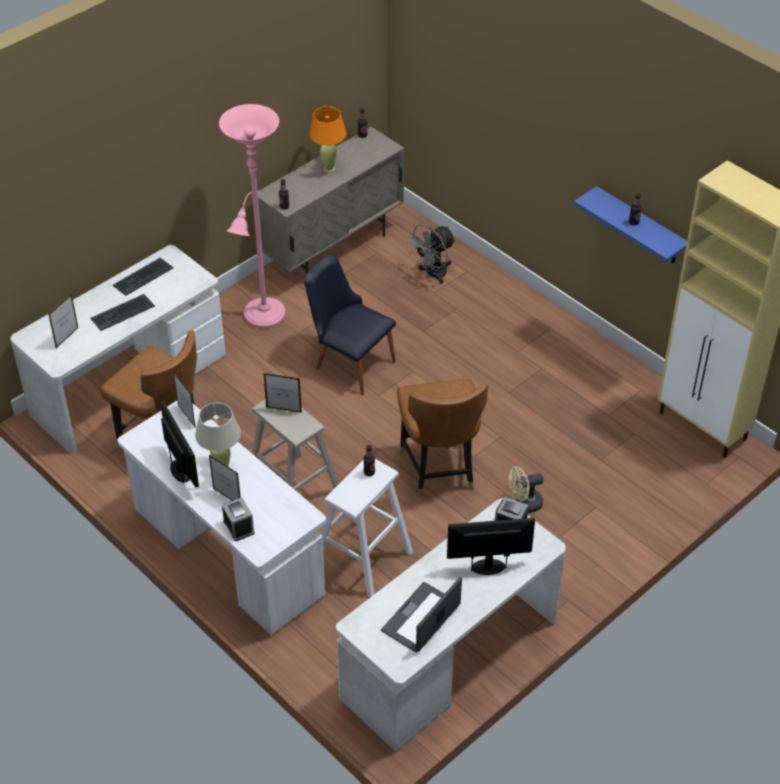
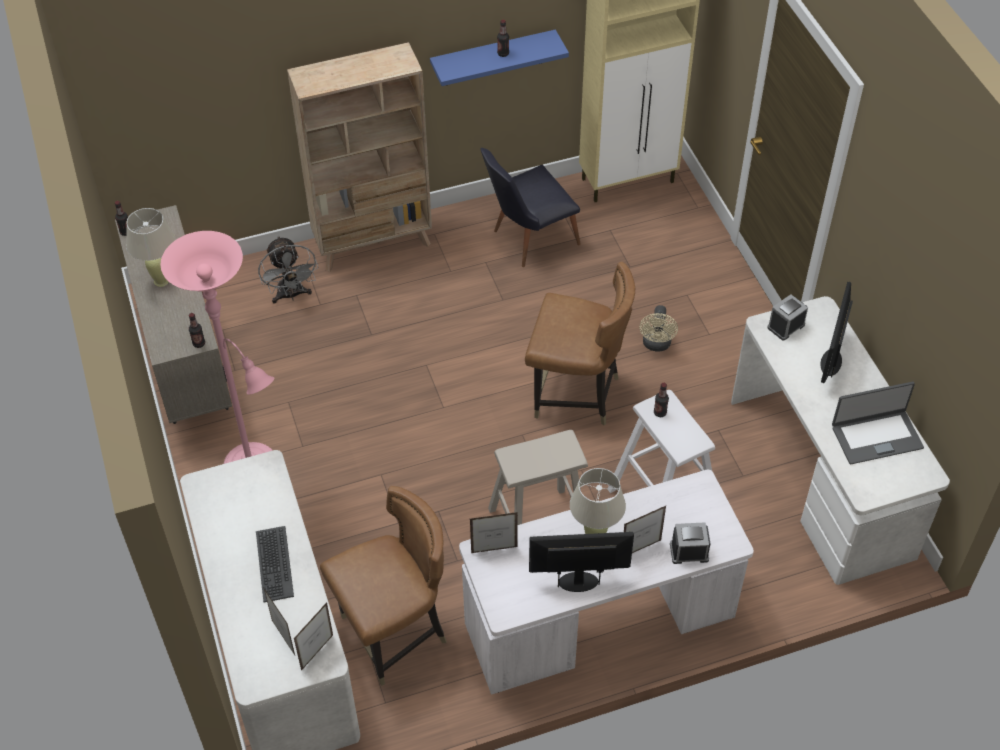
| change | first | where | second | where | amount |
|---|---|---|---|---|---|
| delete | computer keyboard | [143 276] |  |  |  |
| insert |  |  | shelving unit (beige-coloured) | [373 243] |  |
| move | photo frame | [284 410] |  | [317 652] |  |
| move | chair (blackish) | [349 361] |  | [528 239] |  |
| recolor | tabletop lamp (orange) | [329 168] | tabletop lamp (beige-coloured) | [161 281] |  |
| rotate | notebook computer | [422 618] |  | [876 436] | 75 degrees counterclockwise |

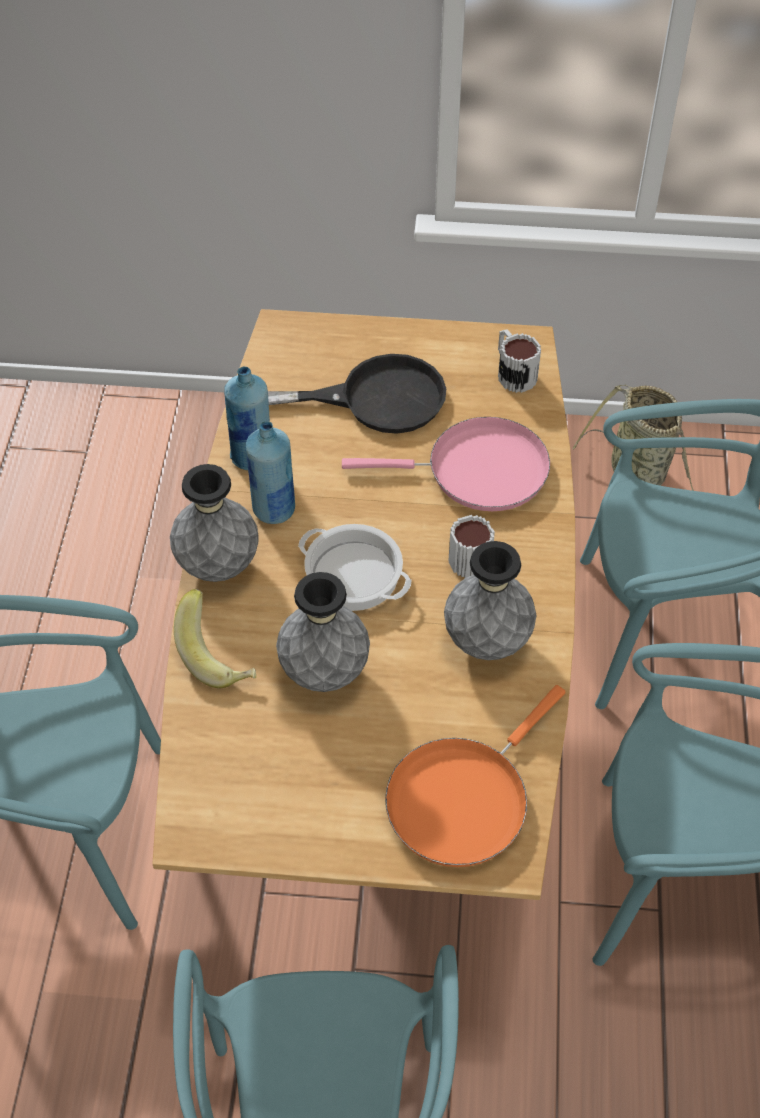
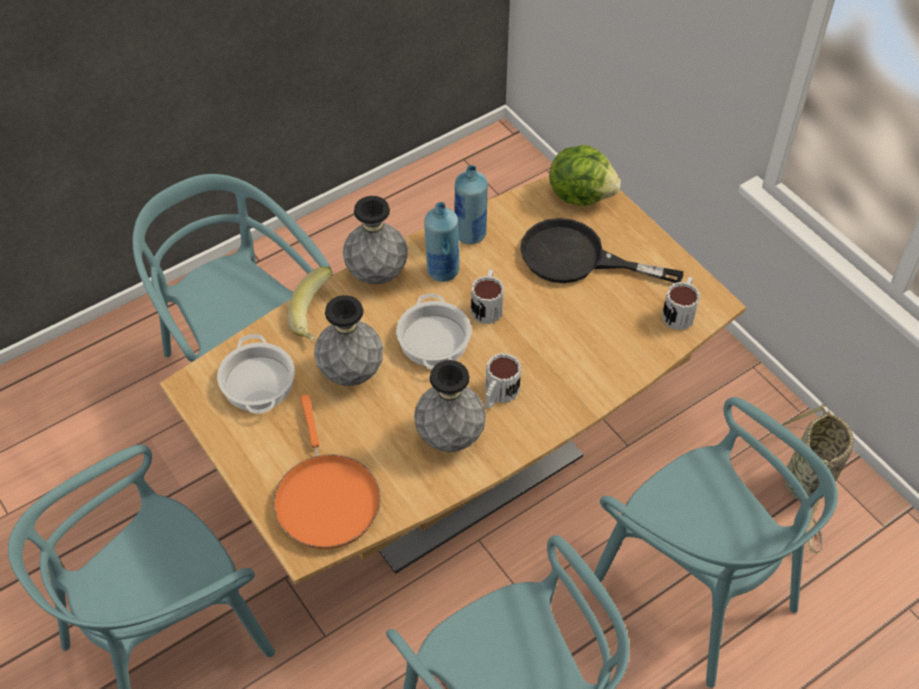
| change | first | where | second | where | amount |
|---|---|---|---|---|---|
| delete | skillet (pink) | [478 470] |  |  |  |
| insert |  |  | stockpot | [259 383] |  |
| insert |  |  | coffee mug | [487 305] |  |
| insert |  |  | lettuce head | [581 194] |  |
| rotate | skillet (blackish) | [373 399] |  | [577 258] | 150 degrees clockwise |
| rotate | skillet (orange) | [463 798] |  | [326 498] | 105 degrees counterclockwise |

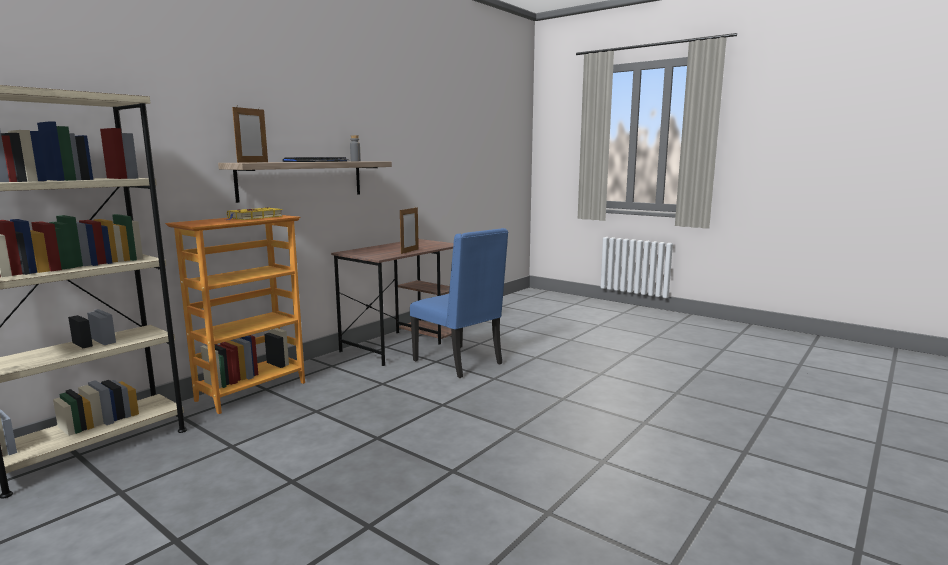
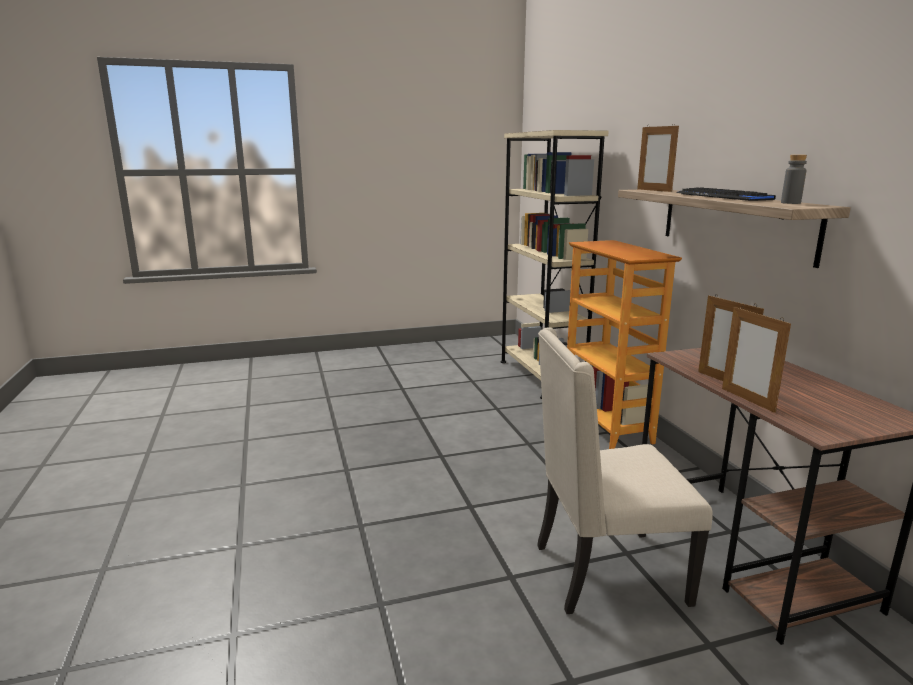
| change | first | where | second | where | amount |
|---|---|---|---|---|---|
| delete | book (yellowish) | [254 217] |  |  |  |
| insert |  |  | photo frame | [747 400] |  |
| recolor | chair (blue) | [460 362] | chair (beige-coloured) | [605 573] |  |

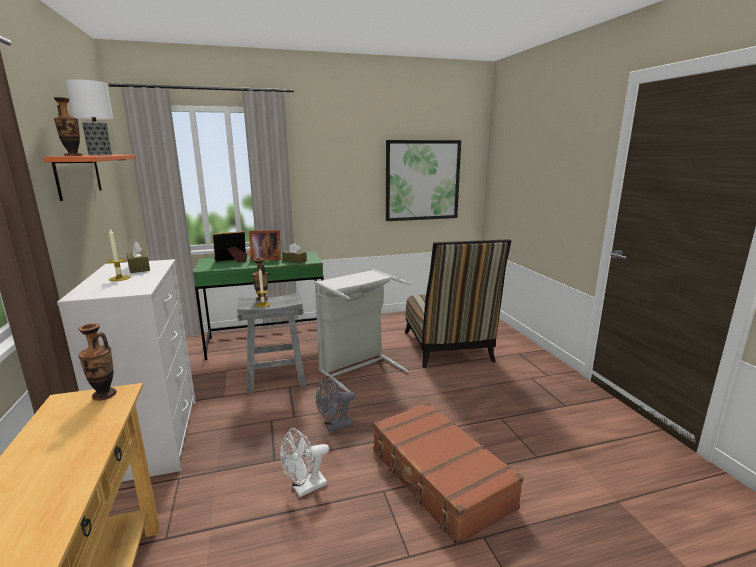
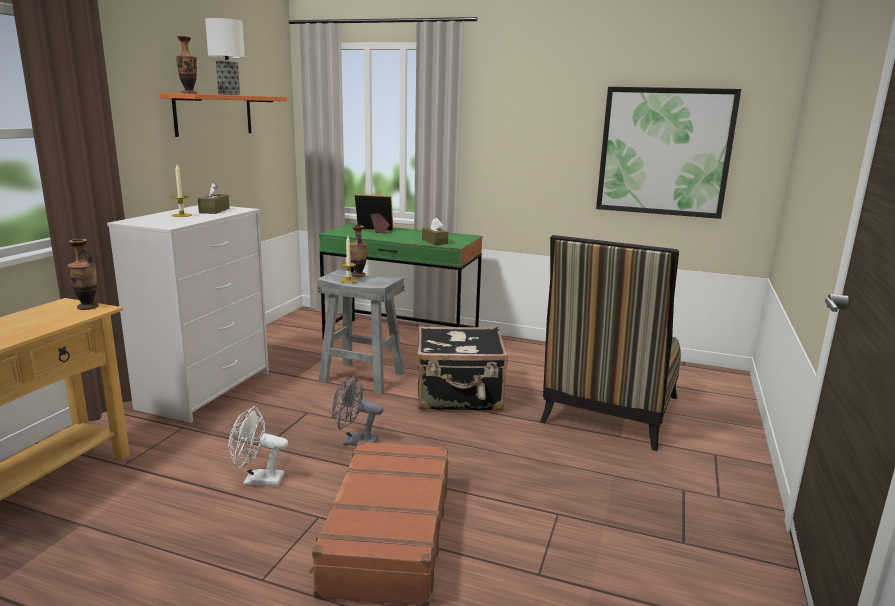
| change | first | where | second | where | amount |
|---|---|---|---|---|---|
| delete | photo frame | [265 259] |  |  |  |
| replace | laundry basket (greyish) | [358 368] | piece of luggage (blackish) | [459 396] |  |

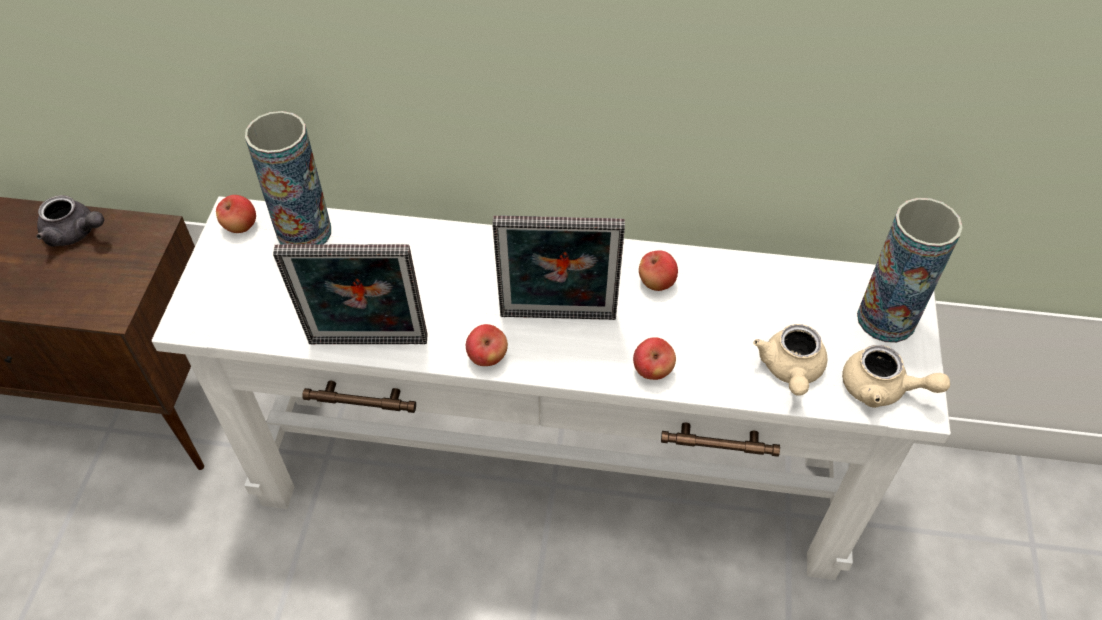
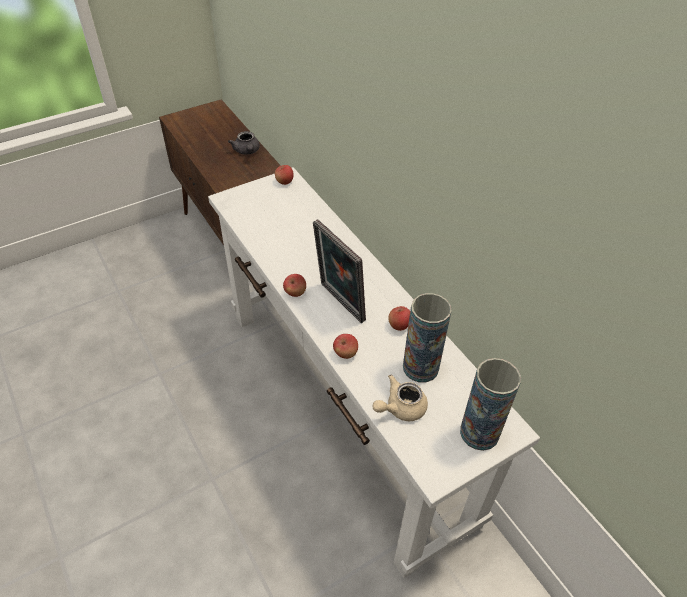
| change | first | where | second | where | amount |
|---|---|---|---|---|---|
| delete | photo frame | [367 346] |  |  |  |
| delete | tea pot (beige-coloured) | [882 389] |  |  |  |
| move | vase | [304 232] |  | [420 367] |  |

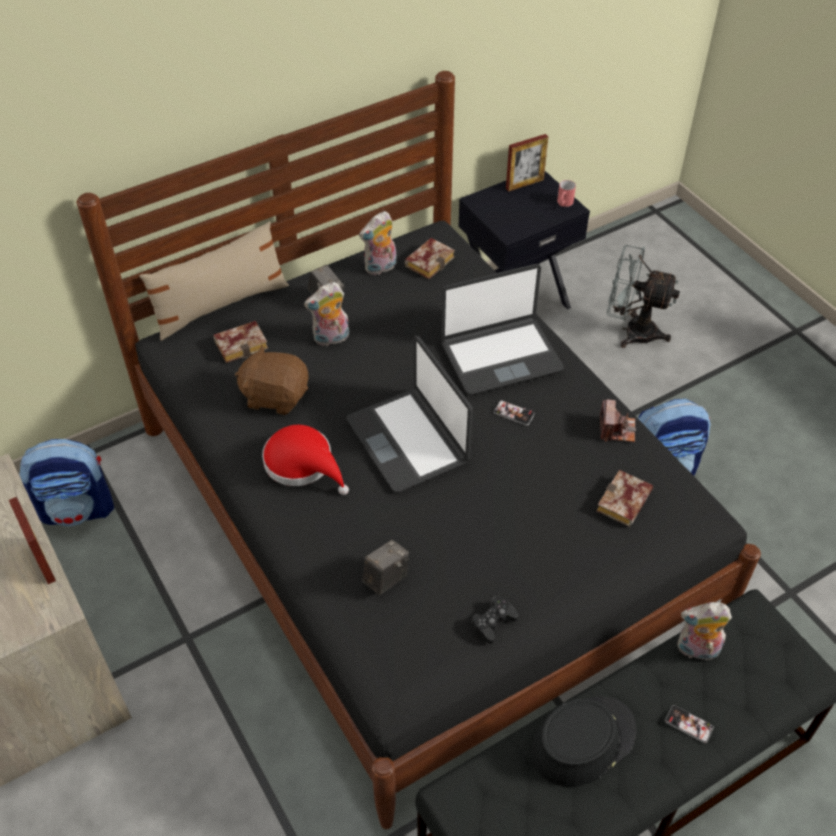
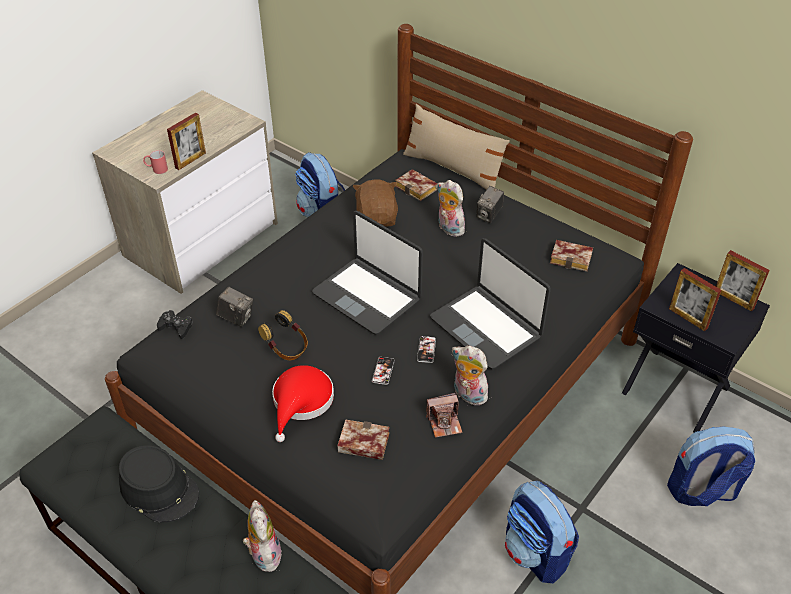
| change | first | where | second | where | amount |
|---|---|---|---|---|---|
| insert |  |  | headphones | [287 348] |  |
| insert |  |  | photo frame | [688 318] |  |
| move | clothing hat (red-coloured) | [303 464] |  | [301 402] |  |
| move | cuddly toy | [380 268] |  | [467 395] |  |
| move | joypad (blackish) | [494 622] |  | [176 327] |  |
| move | coffee mug (red-coloured) | [563 204] |  | [156 169] |  |
| move | handset | [688 724] |  | [383 371] |  |
| replace | electric fan (greyish) | [631 331] | backpack | [701 491] |  |
| rotate | notebook computer | [409 440] |  | [367 296] | 90 degrees counterclockwise |

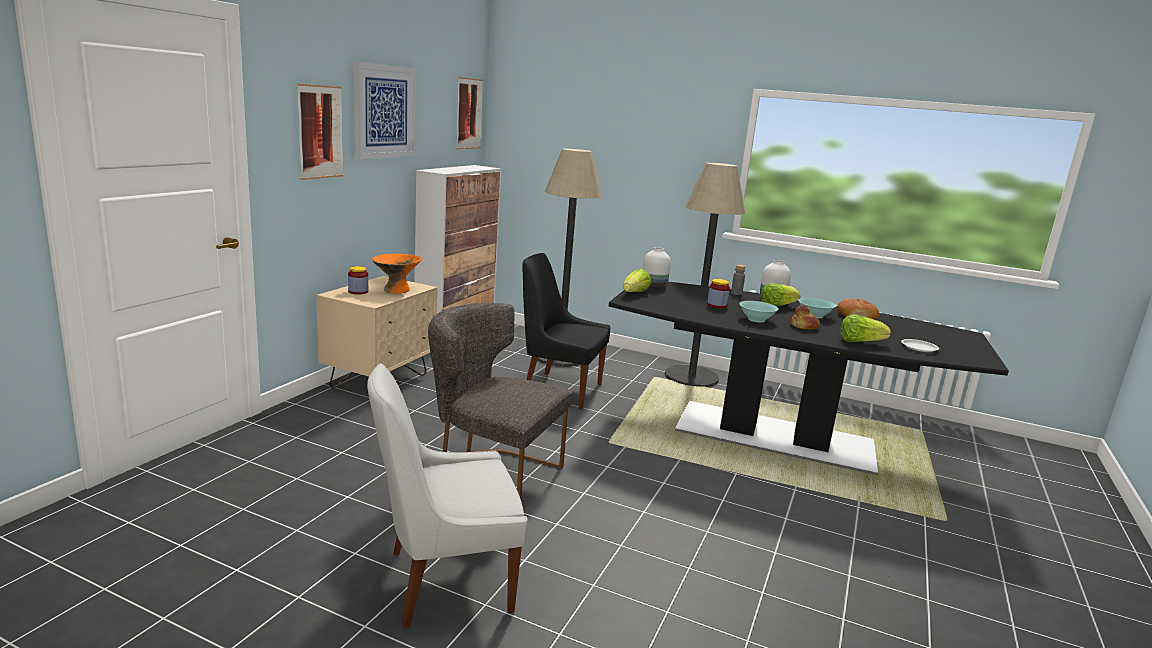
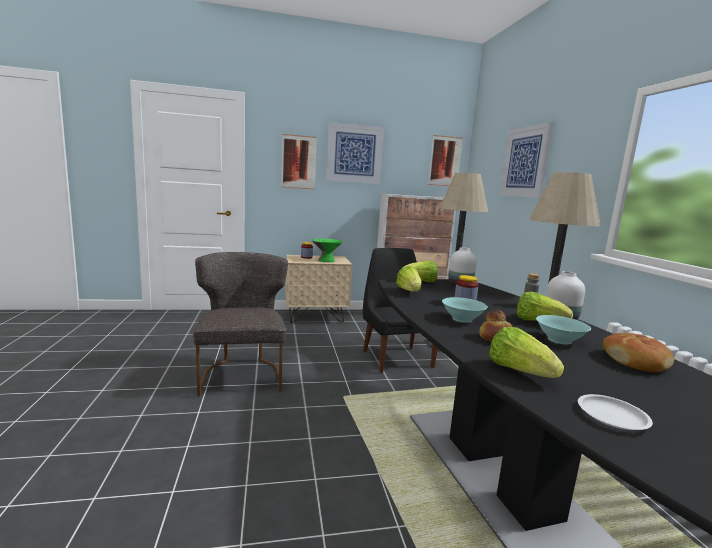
| change | first | where | second | where | amount |
|---|---|---|---|---|---|
| delete | chair (white) | [444 581] |  |  |  |
| insert |  |  | lettuce head | [409 291] |  |
| insert |  |  | wall picture | [525 162] |  |
| recolor | serving bowl (orange) | [397 290] | serving bowl (greenish) | [326 260] |  |

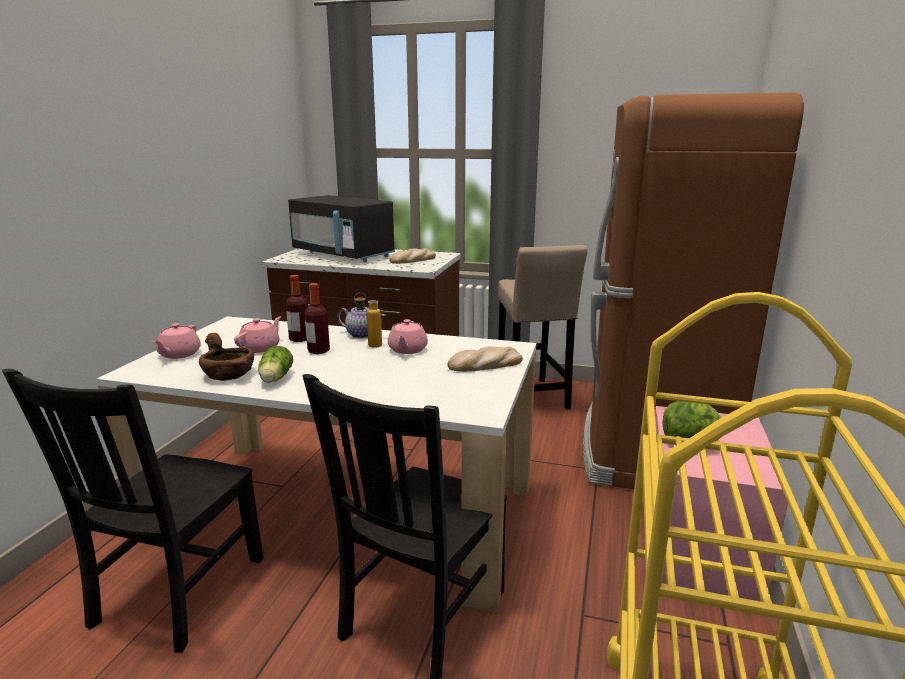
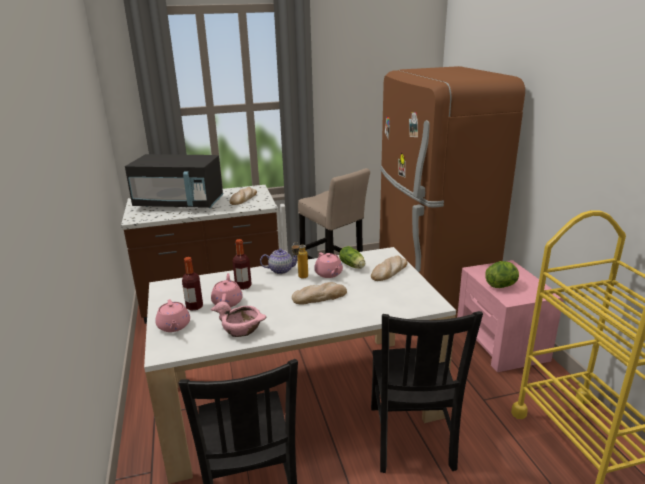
| change | first | where | second | where | amount |
|---|---|---|---|---|---|
| insert |  |  | bread | [319 296] |  |
| move | lettuce head | [275 379] |  | [353 266] |  |
| move | drink bottle | [318 351] |  | [194 306] |  |
| recolor | serving bowl (brown) | [228 374] | serving bowl (pink) | [242 329] |  |

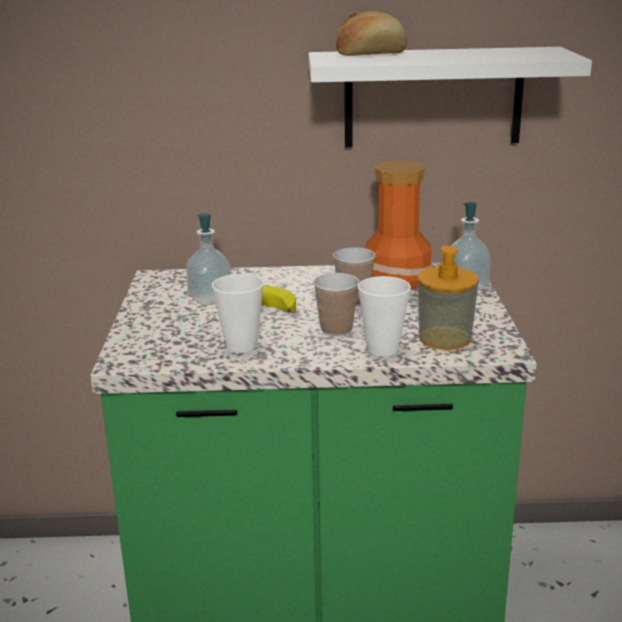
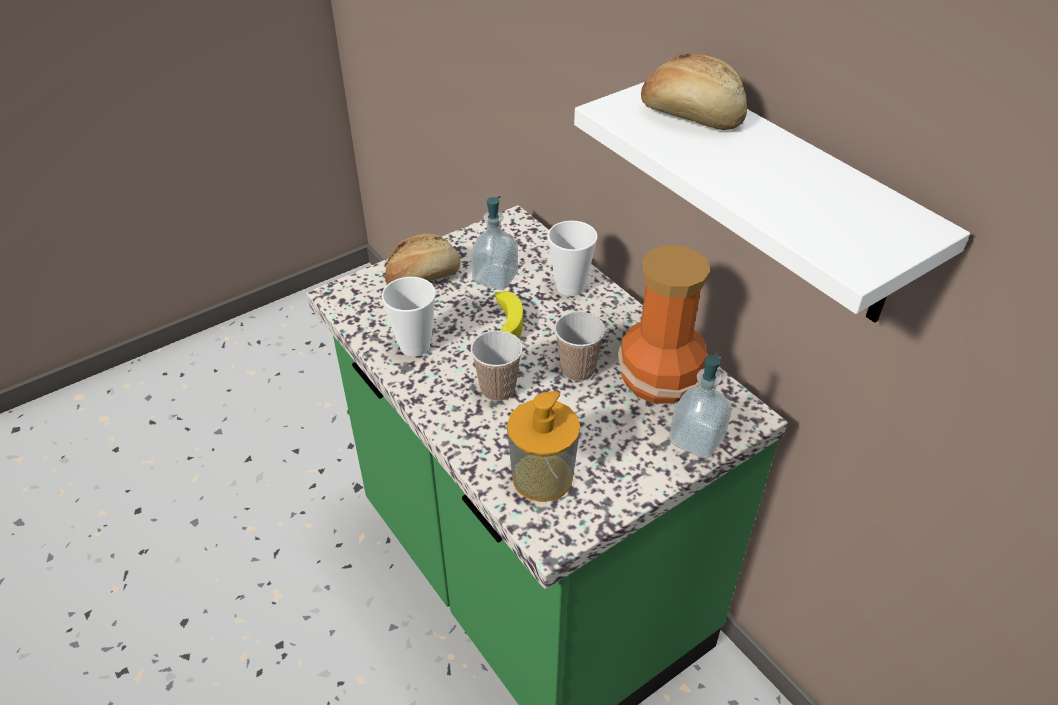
| change | first | where | second | where | amount |
|---|---|---|---|---|---|
| insert |  |  | bread | [423 276] |  |
| move | cup | [383 349] |  | [570 287] |  |

